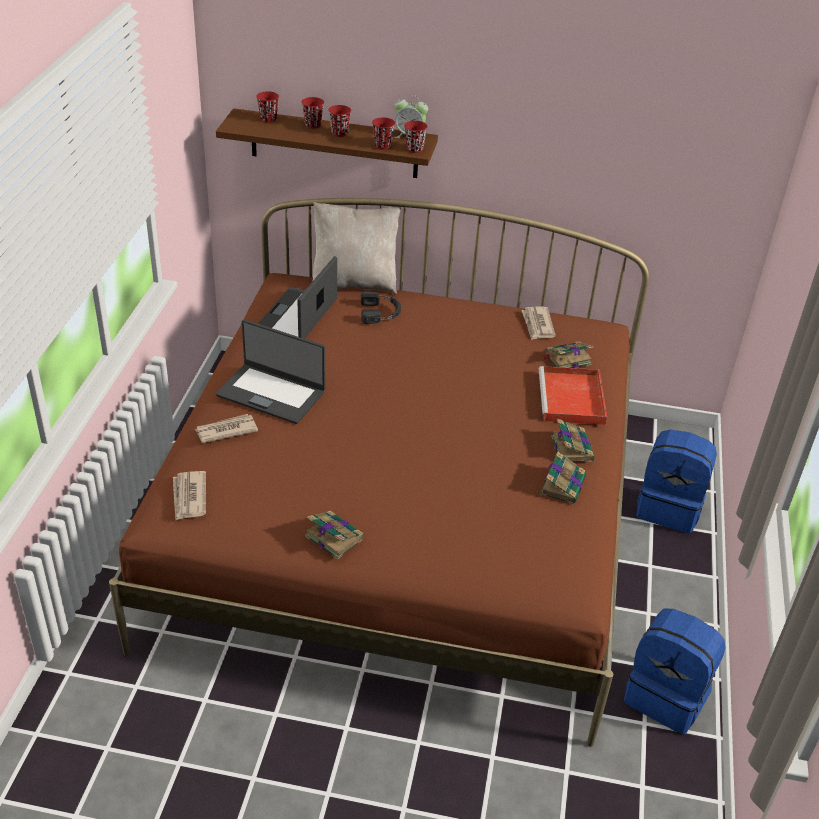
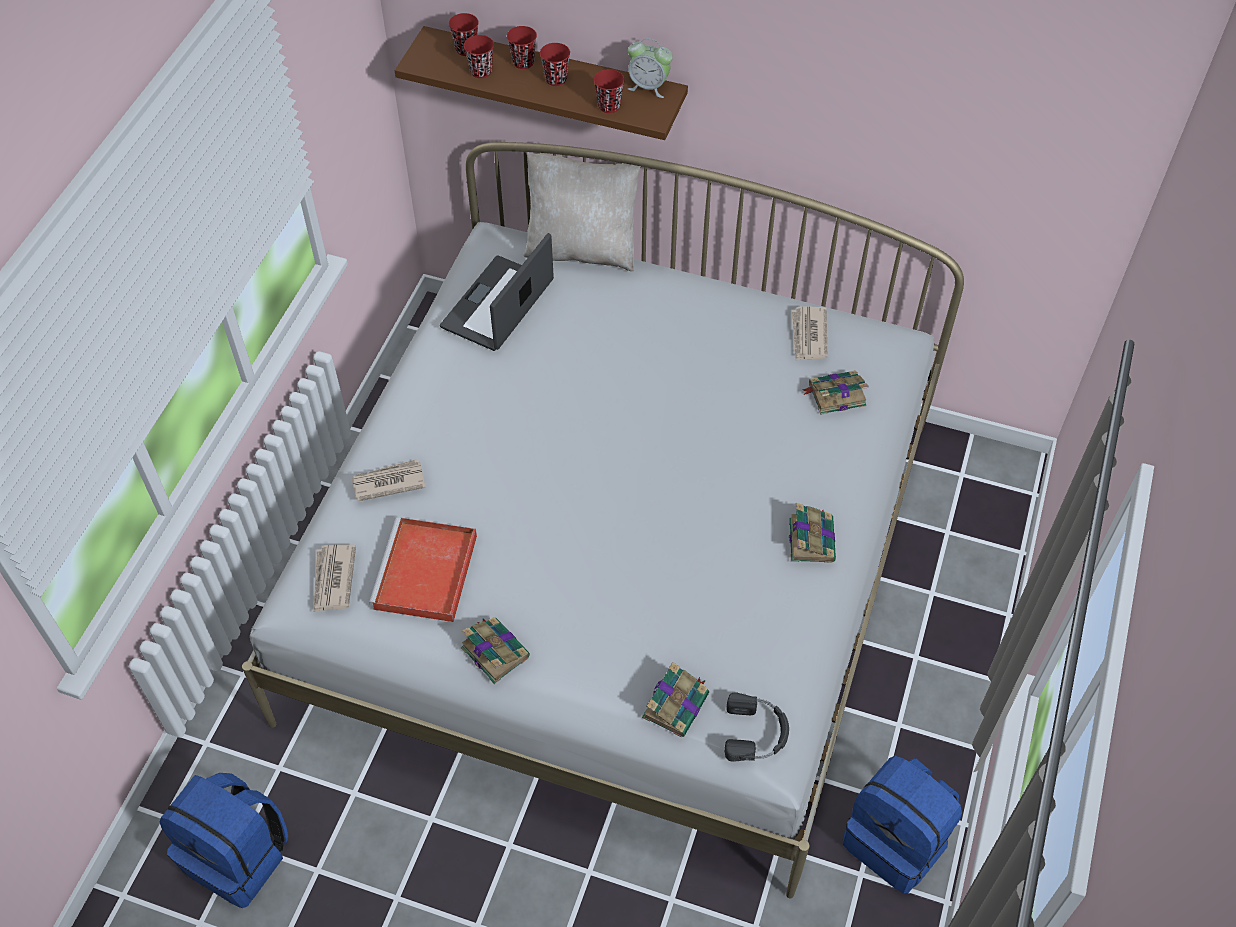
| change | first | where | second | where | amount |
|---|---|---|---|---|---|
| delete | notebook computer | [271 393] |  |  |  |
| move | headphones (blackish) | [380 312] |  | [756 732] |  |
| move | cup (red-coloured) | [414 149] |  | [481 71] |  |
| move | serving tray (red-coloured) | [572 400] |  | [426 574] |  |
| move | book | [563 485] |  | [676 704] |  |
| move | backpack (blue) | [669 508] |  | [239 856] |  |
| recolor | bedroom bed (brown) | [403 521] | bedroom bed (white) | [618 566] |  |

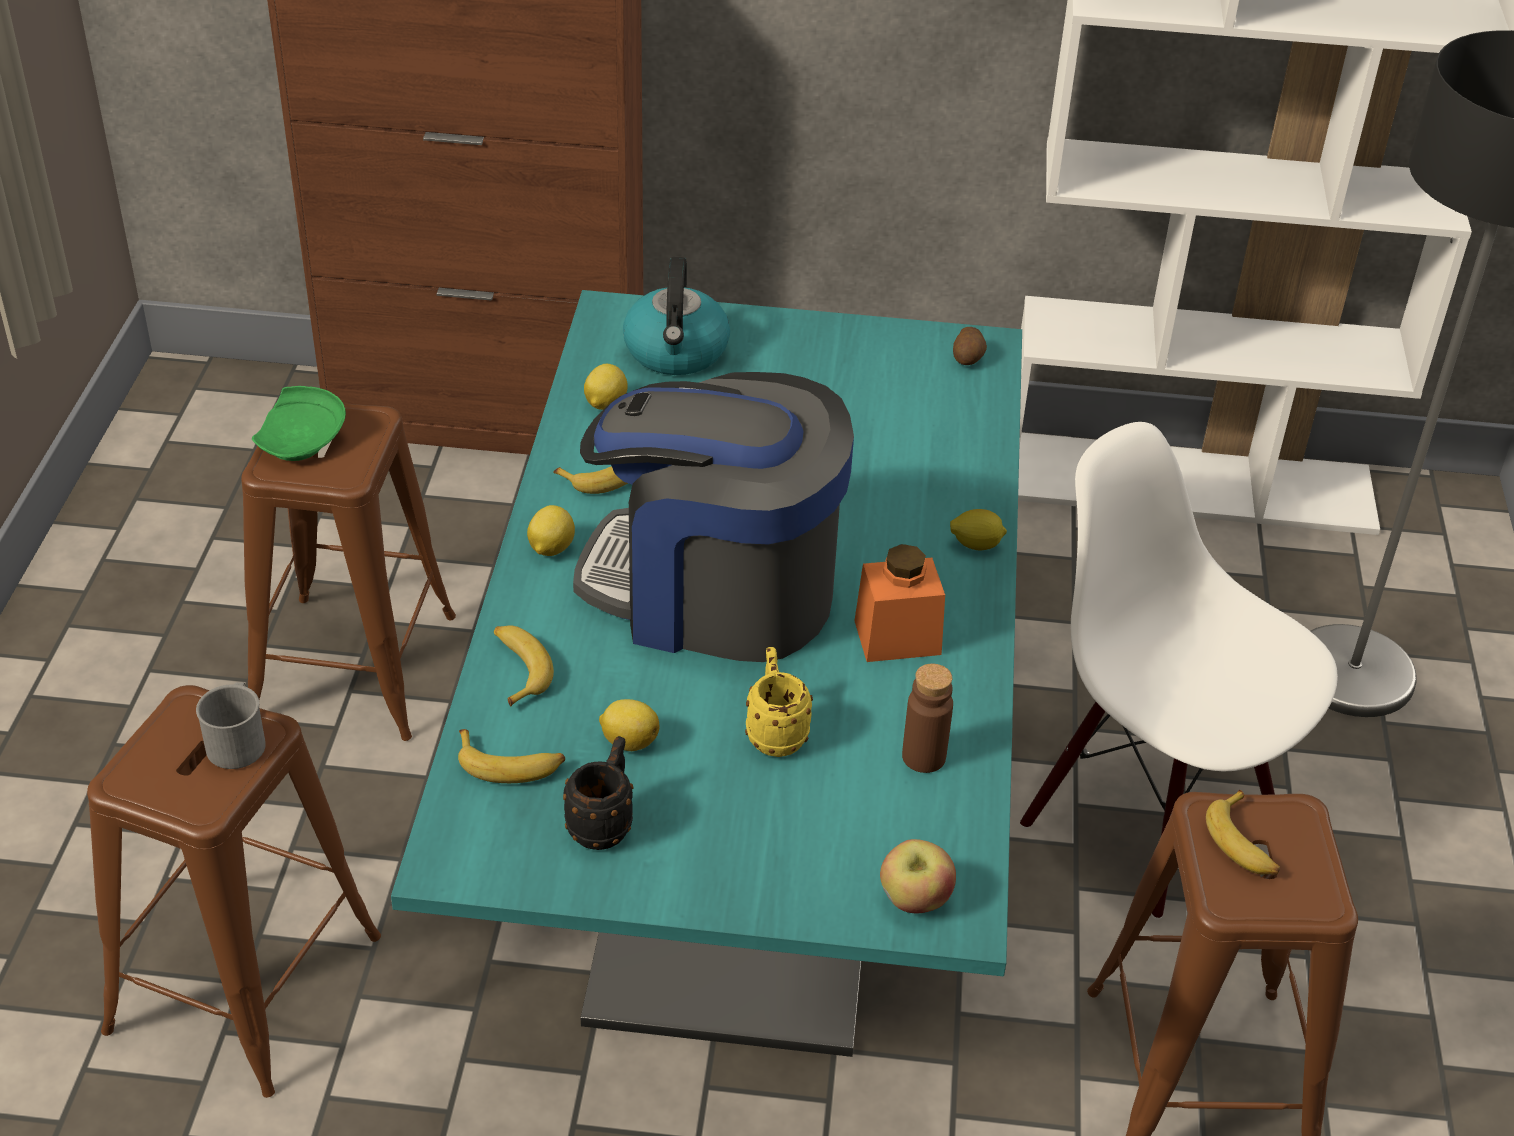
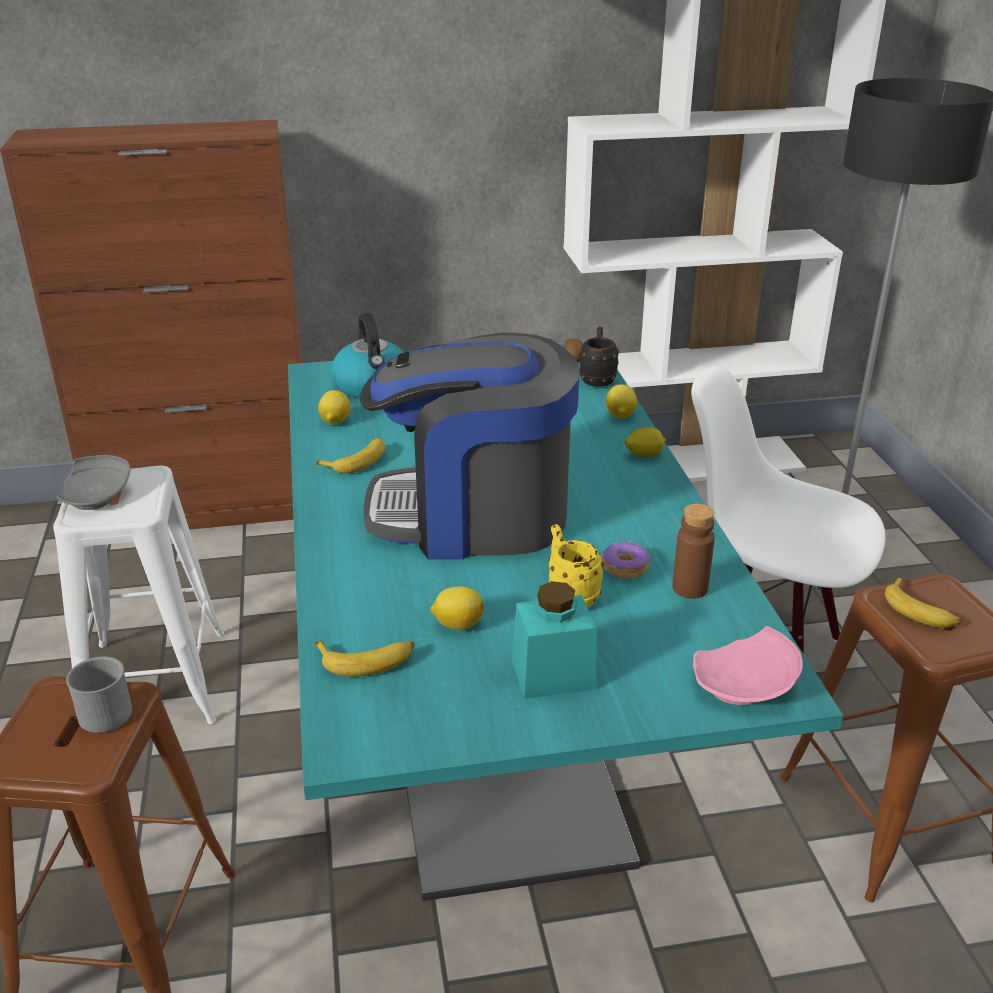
| change | first | where | second | where | amount |
|---|---|---|---|---|---|
| delete | banana | [517 669] |  |  |  |
| delete | jar (orange) | [897 637] |  |  |  |
| insert |  |  | jar (turquoise-coloured) | [553 675] |  |
| insert |  |  | ring doughnut | [624 567] |  |
| move | lemon | [550 549] |  | [620 416] |  |
| move | coffee mug (blackish) | [604 823] |  | [597 378] |  |
| replace | apple | [914 900] | plate (pink) | [745 686] |  |
| recolor | stool (brown) | [353 667] | stool (white) | [154 682] |  |
| recolor | plate (greenish) | [302 441] | plate (greyish) | [97 496] |  |

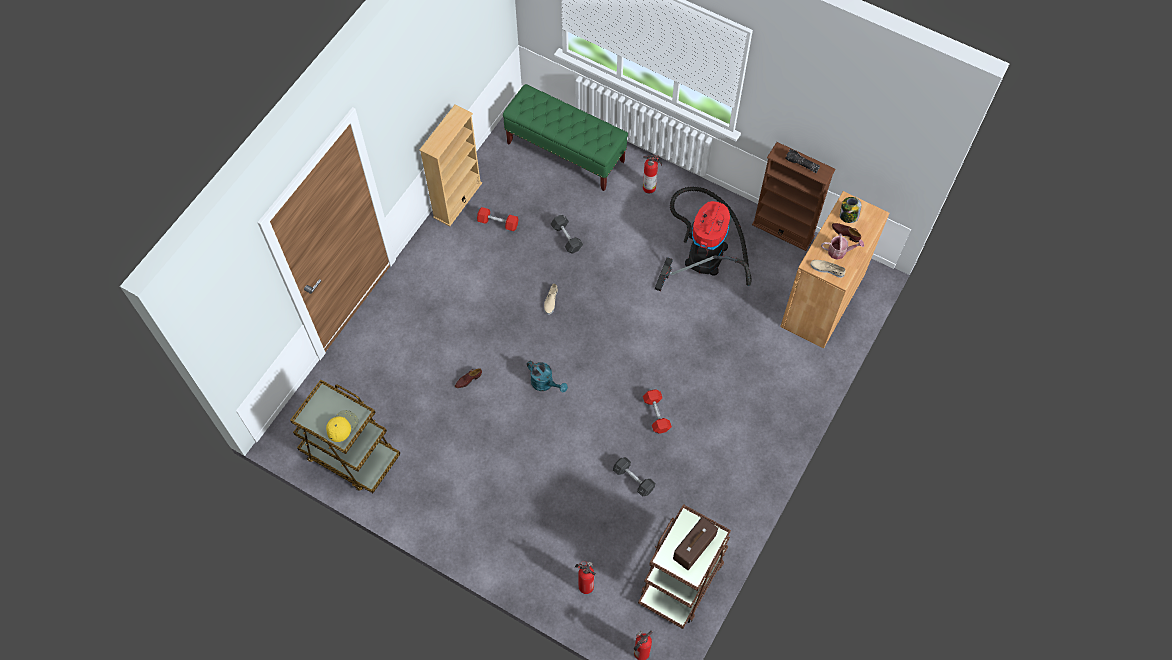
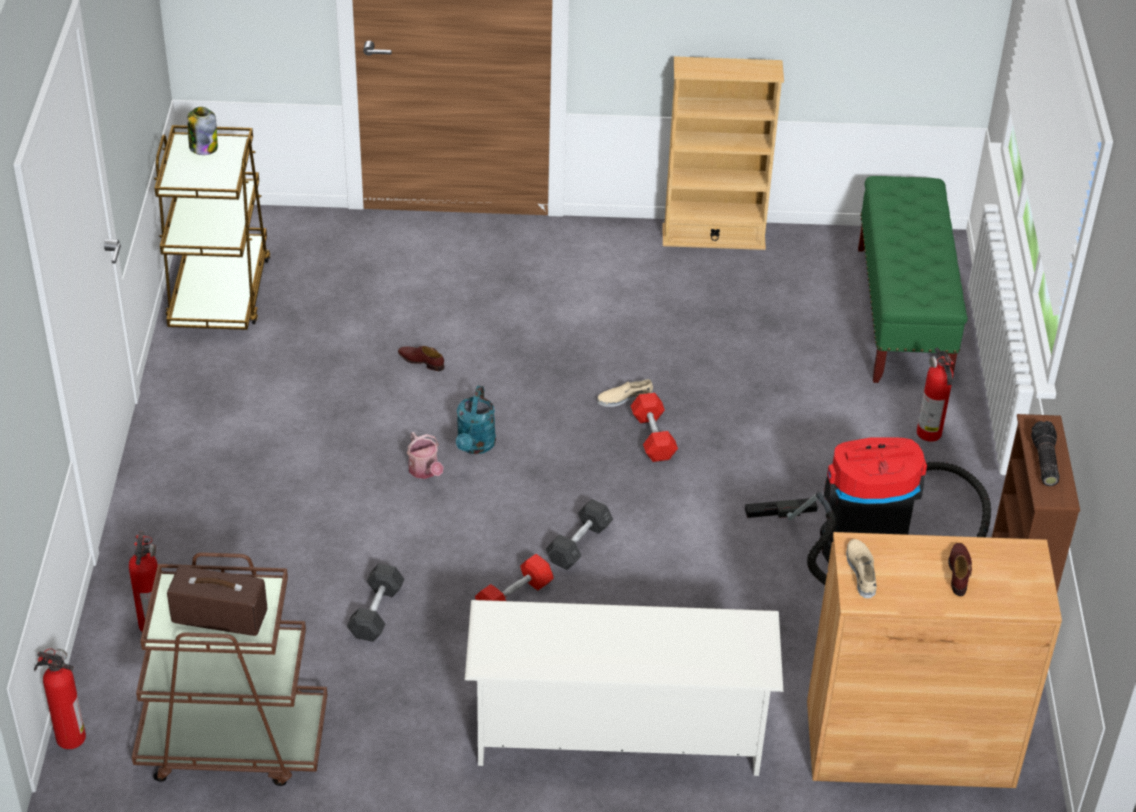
| change | first | where | second | where | amount |
|---|---|---|---|---|---|
| delete | baseball cap (yellowish) | [342 426] |  |  |  |
| insert |  |  | shoe stand (white) | [618 732] |  |
| move | free weight (red-coloured) | [498 223] |  | [653 437] |  |
| move | free weight (greyish) | [566 238] |  | [579 544] |  |
| move | watering can | [839 252] |  | [425 471] |  |
| move | jar | [848 216] |  | [203 147] |  |

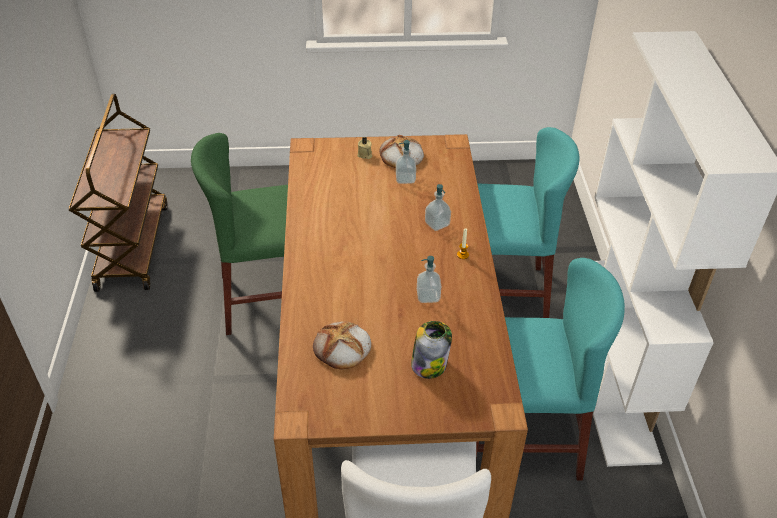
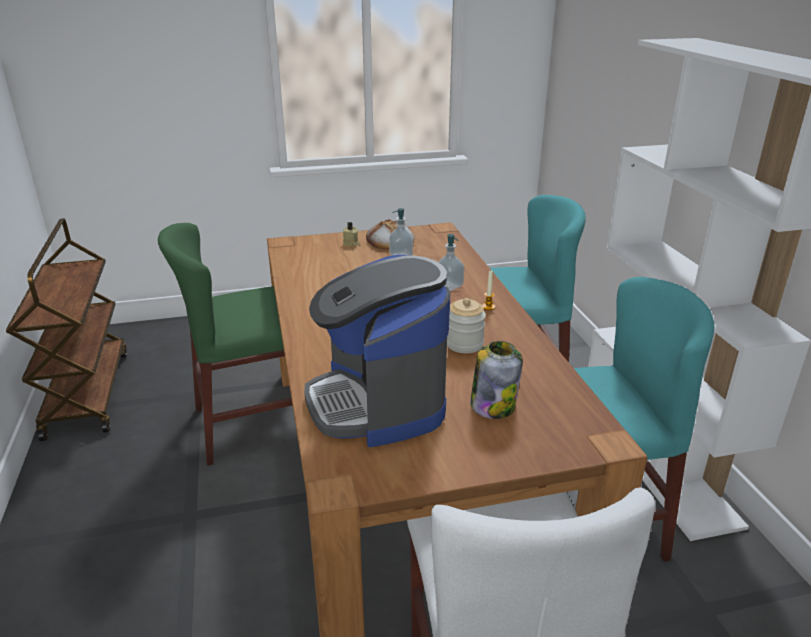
| change | first | where | second | where | amount |
|---|---|---|---|---|---|
| replace | bread | [342 348] | coffee maker | [377 403] |  |
| replace | soap dispenser | [428 296] | jar | [464 344] |  |

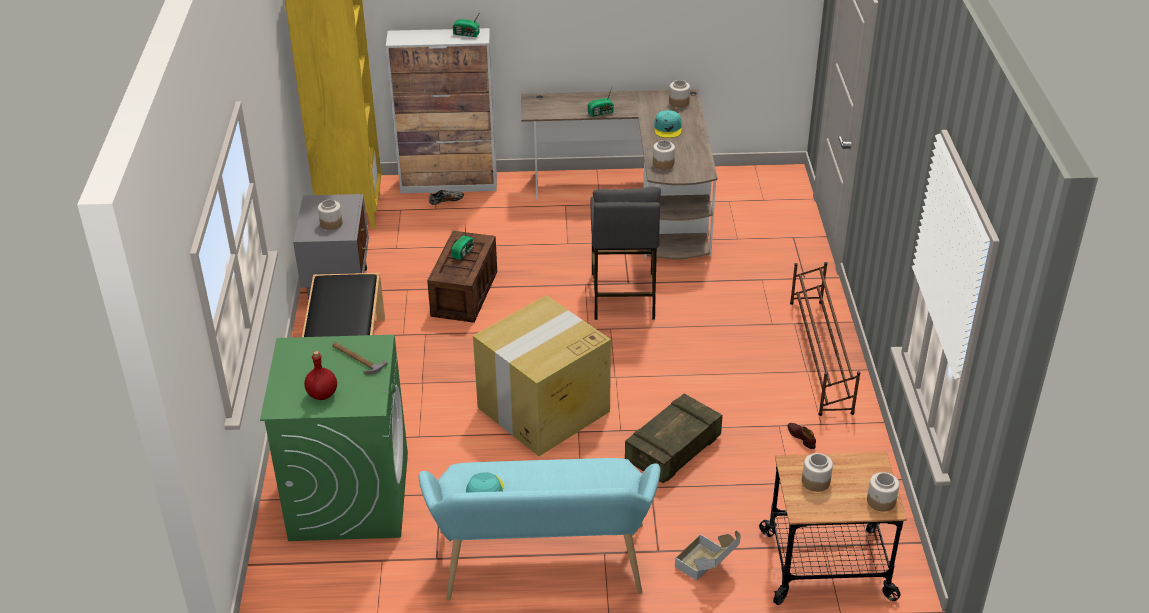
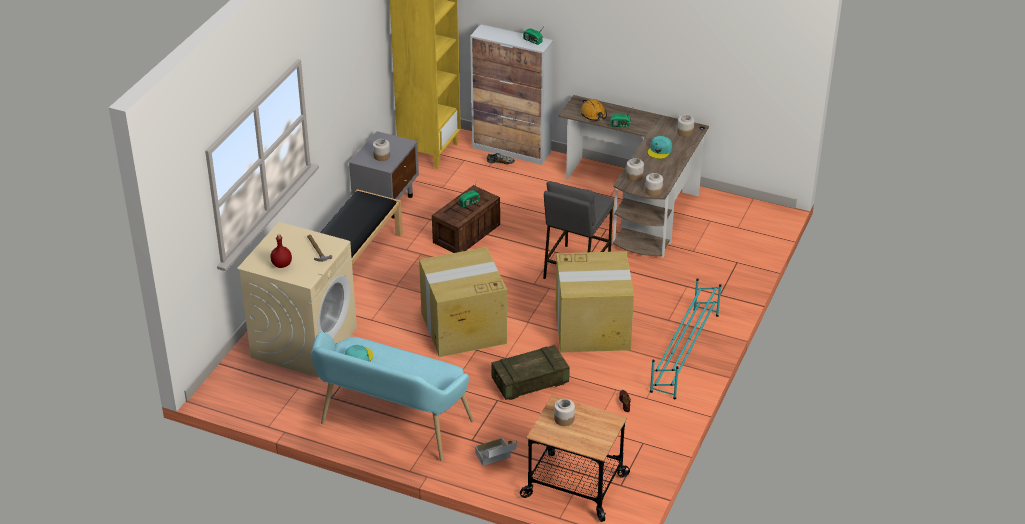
| change | first | where | second | where | amount |
|---|---|---|---|---|---|
| insert |  |  | packing box | [593 328] |  |
| insert |  |  | safety helmet (orange) | [594 114] |  |
| move | jar | [881 501] |  | [653 191] |  |
| recolor | laundry appliance (greenish) | [349 495] | laundry appliance (beige-coloured) | [304 342] |  |
| recolor | shoe stand (brown) | [820 356] | shoe stand (turquoise-coloured) | [684 353] |  |

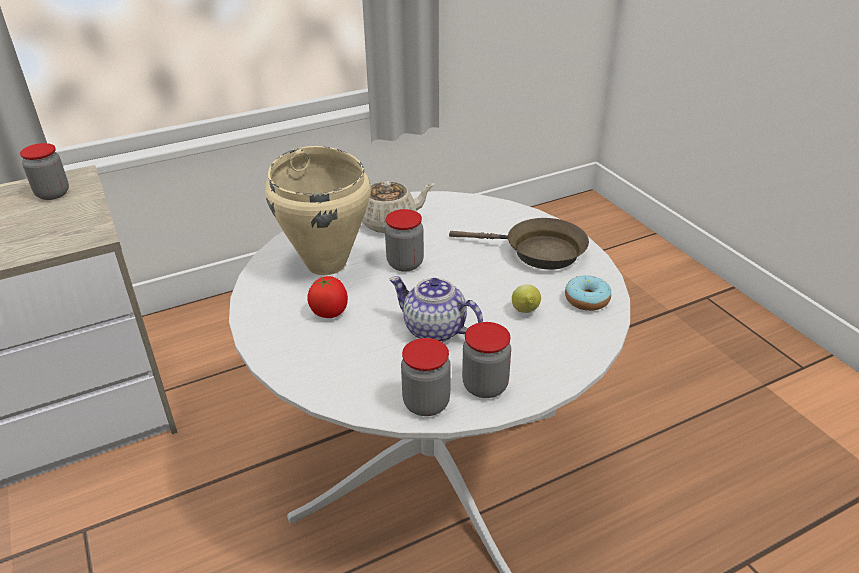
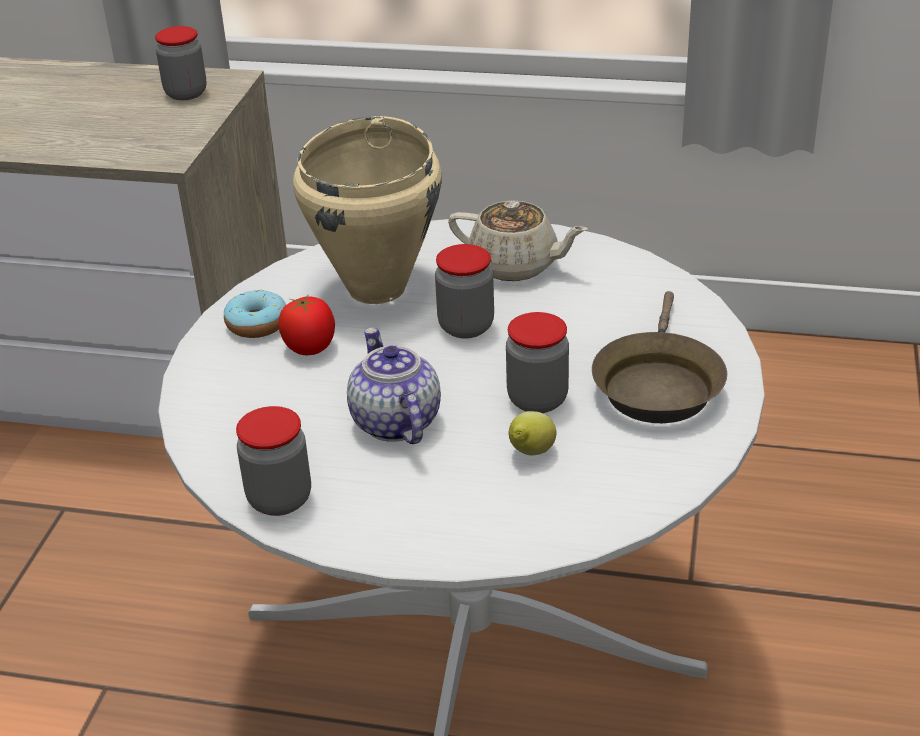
| change | first | where | second | where | amount |
|---|---|---|---|---|---|
| move | jar | [485 386] |  | [537 399] |  |
| move | ring doughnut | [586 300] |  | [257 324] |  |
| rotate | skillet (brown) | [538 252] |  | [657 384] | 45 degrees clockwise |

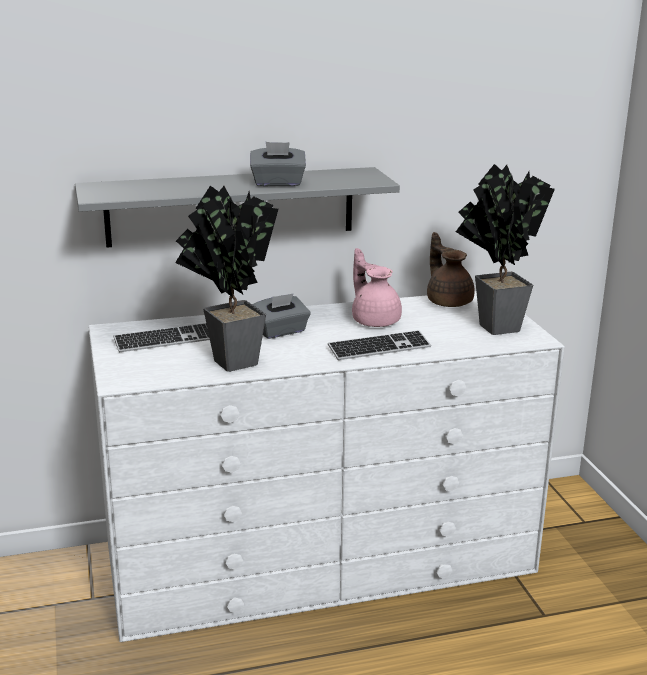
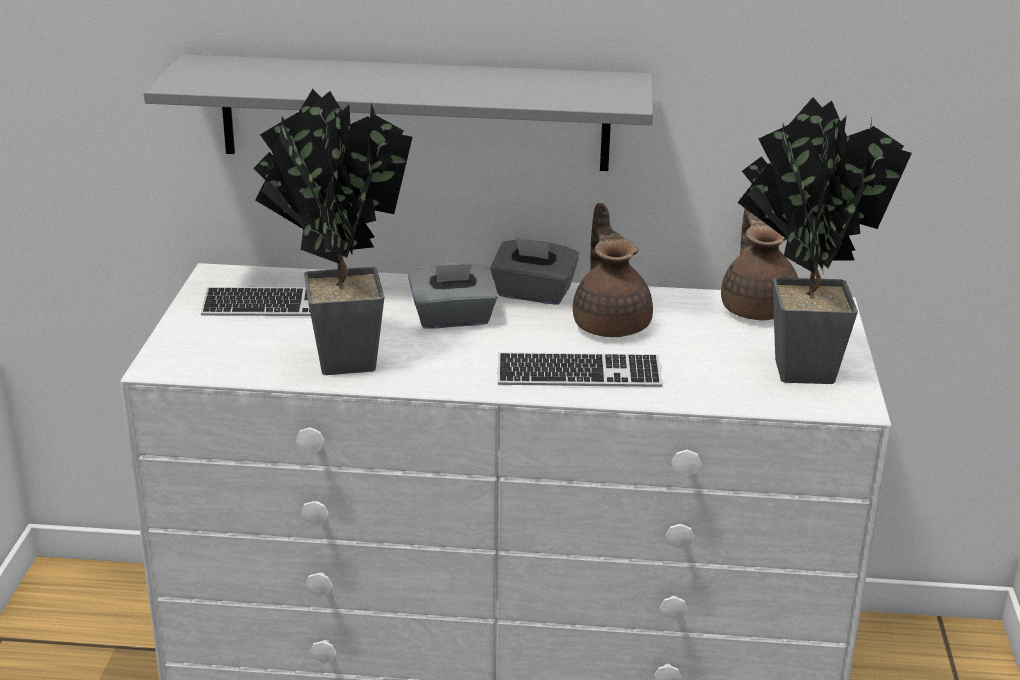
| change | first | where | second | where | amount |
|---|---|---|---|---|---|
| move | tissue box (greyish) | [278 183] |  | [533 294] |  |
| recolor | tea pot (pink) | [375 320] | tea pot (brown) | [611 323] |  |

